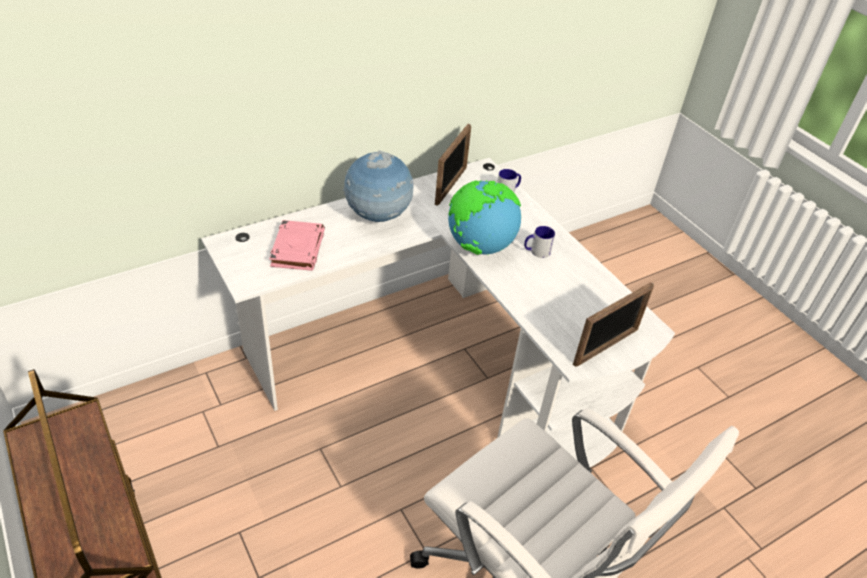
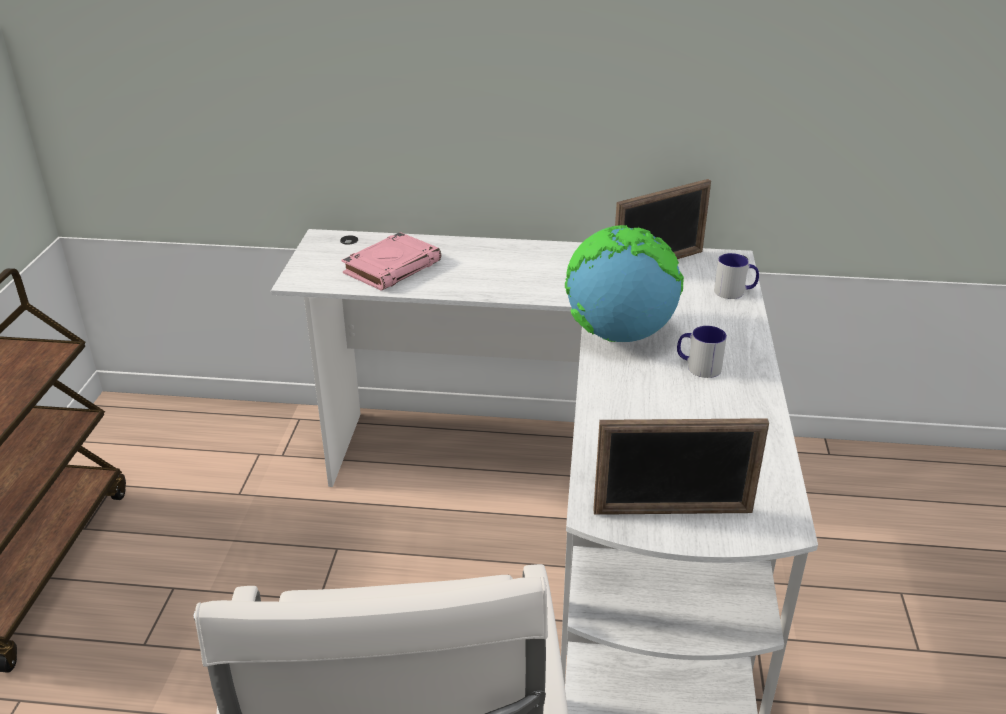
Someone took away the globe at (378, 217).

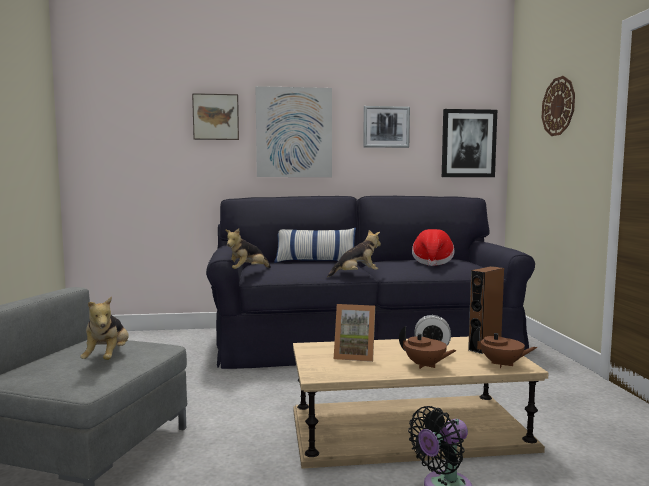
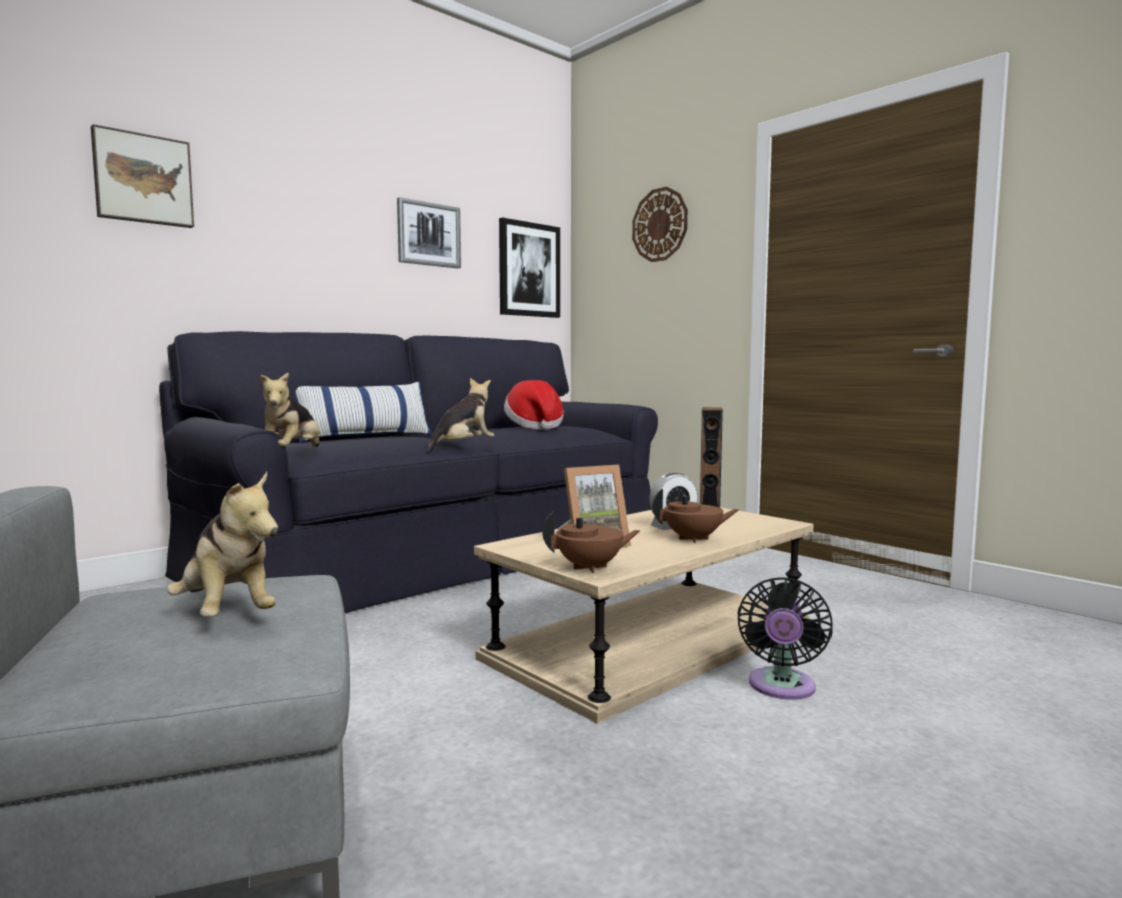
Someone carried the théière (marron) from (502, 364) to (590, 568).
Someone took away the tableau at (294, 132).

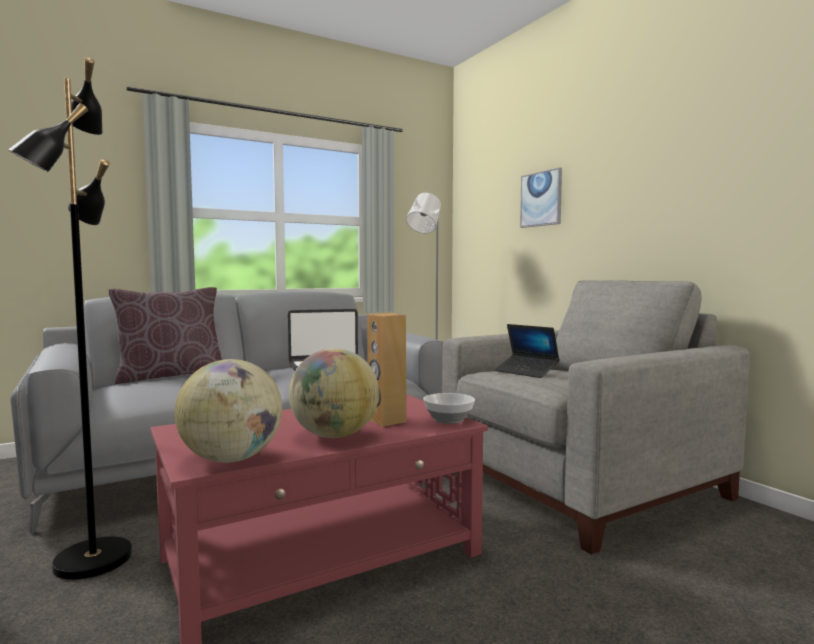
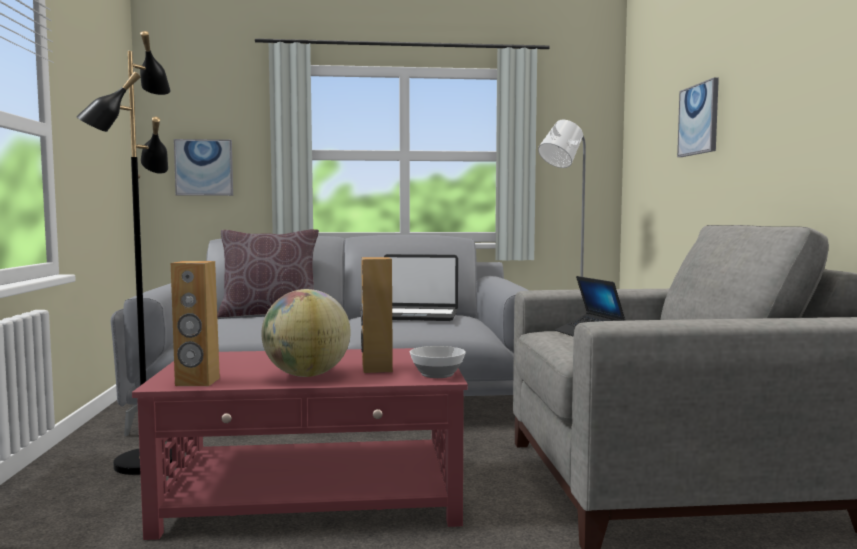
Someone swapped the globe at (232, 459) for the enceinte (marron) at (197, 382).
Someone put up the tableau at (204, 167).

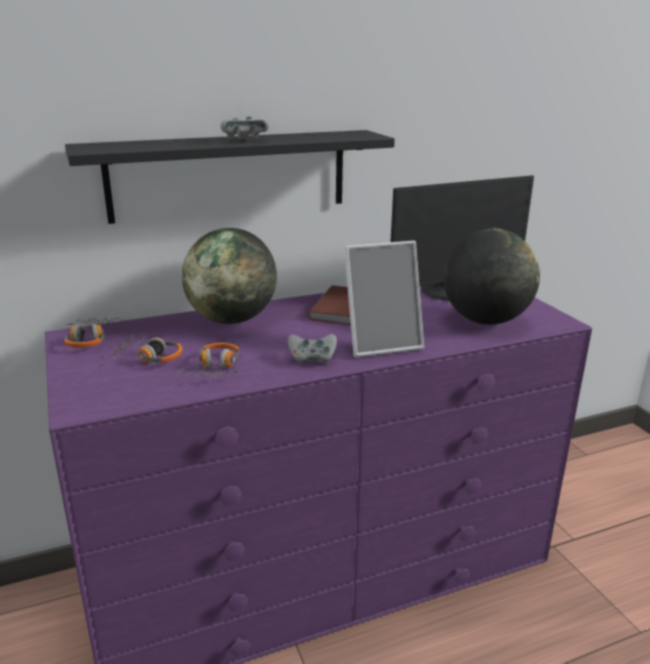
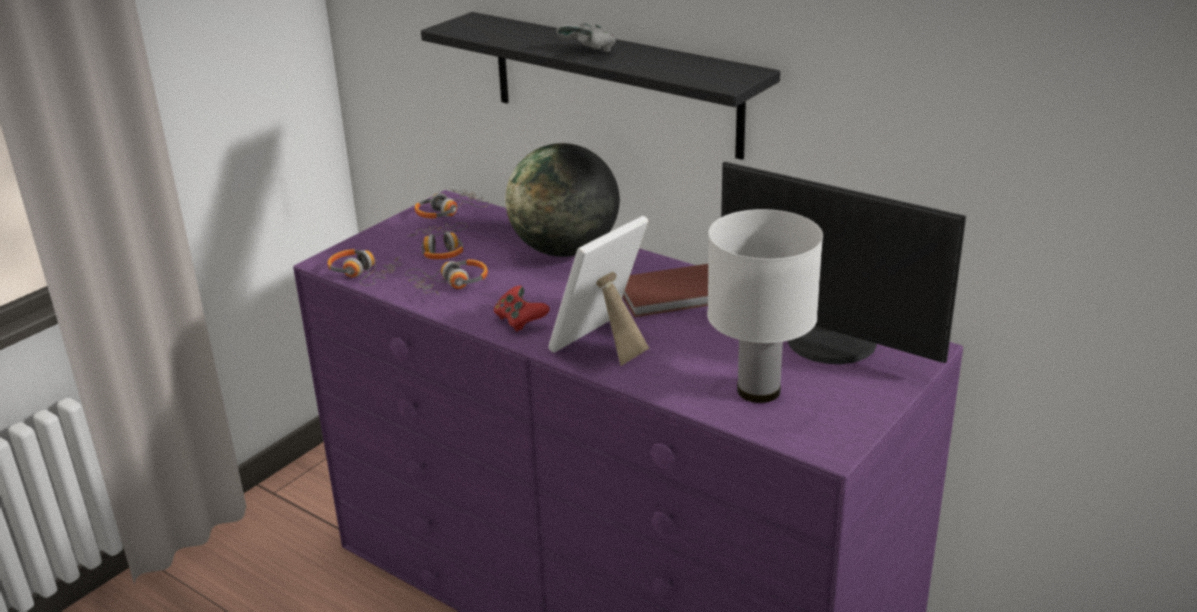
Someone put down the casque audio at (363, 274).
Someone repainted the manette (gris) at (312, 359), which became the manette (rouge) at (520, 321).
Someone rotated the cadre photo at (381, 343) by 90 degrees clockwise.
Someone swapped the globe at (485, 321) for the lampe de table (blanc) at (757, 391).

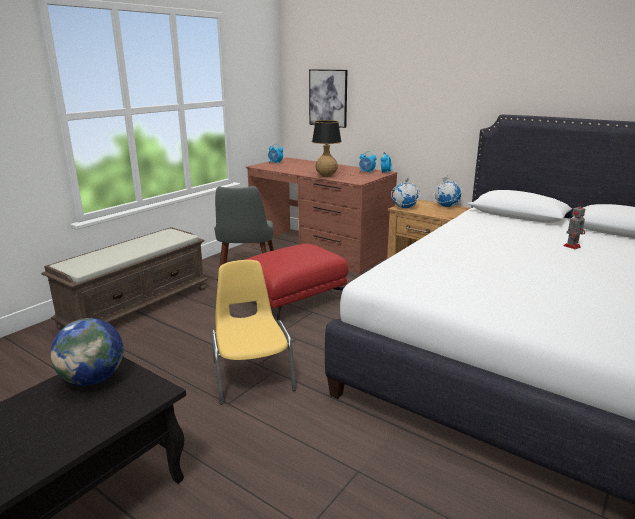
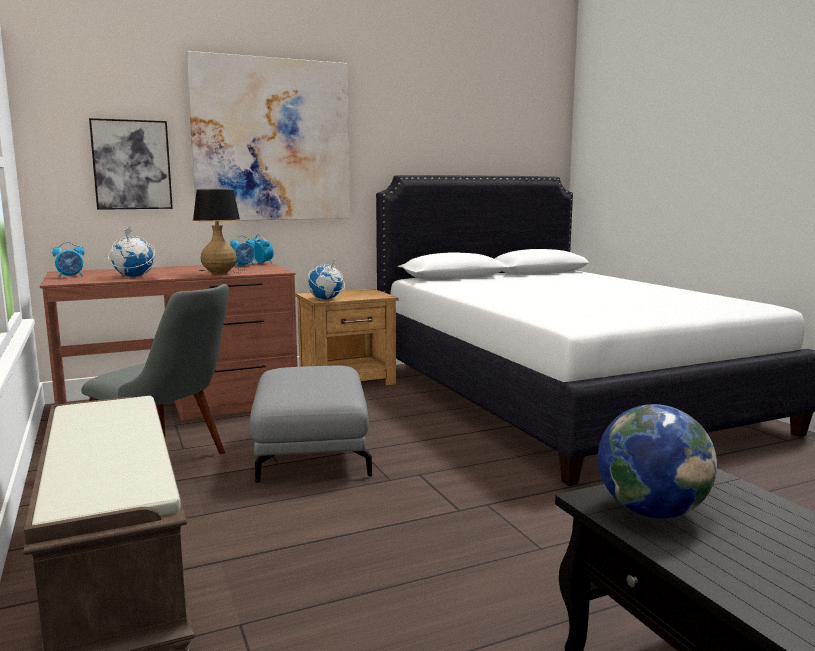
Someone carried the globe from (446, 206) to (133, 277).
Someone put up the tableau at (271, 140).
Someone repainted the pouf (rouge) at (294, 300), which became the pouf (gris) at (311, 452).
Someone took away the chaise (jaune) at (252, 375).
Someone took away the robot jouet at (572, 246).

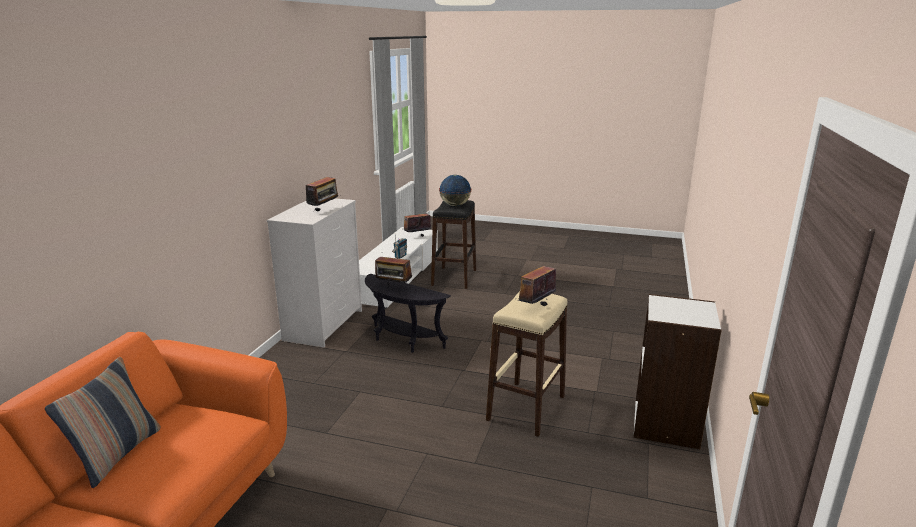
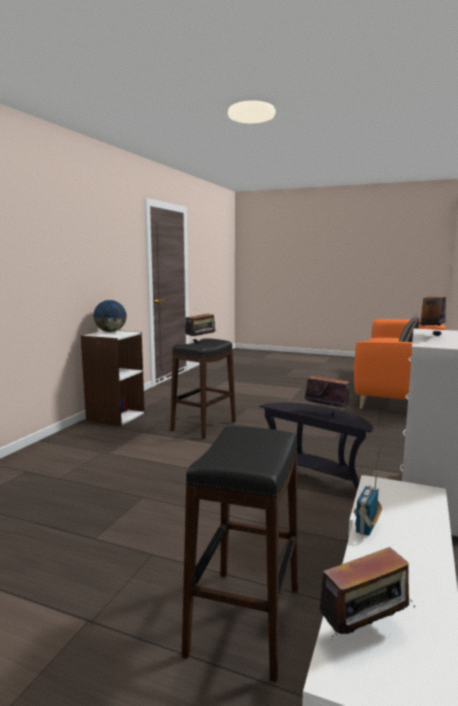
Someone carried the globe from (455, 205) to (110, 332).
Someone repainted the tabouret (beige) at (526, 408), which became the tabouret (noir) at (204, 426).

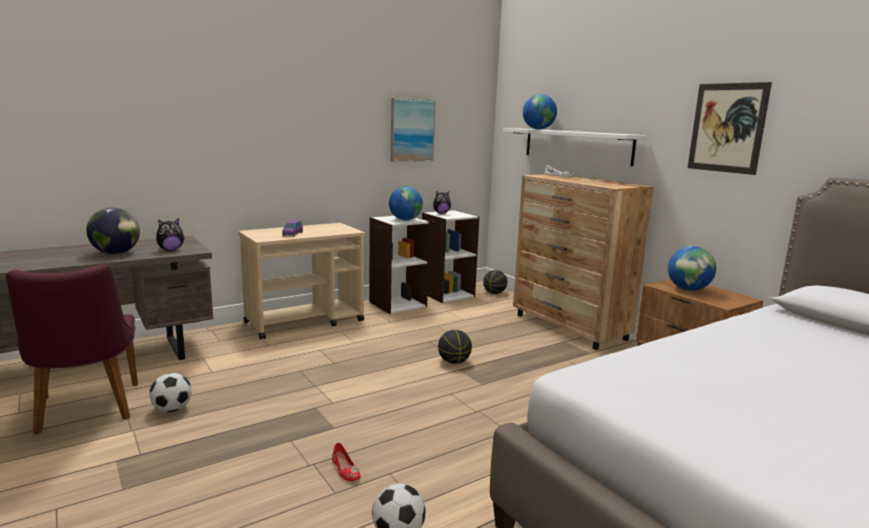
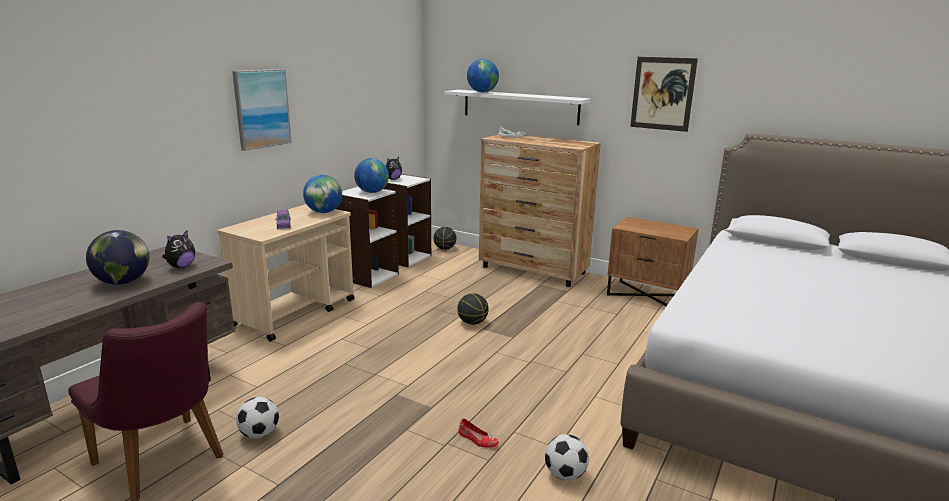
Someone carried the tableau from (412, 130) to (261, 108).
Someone carried the globe from (688, 289) to (324, 212).

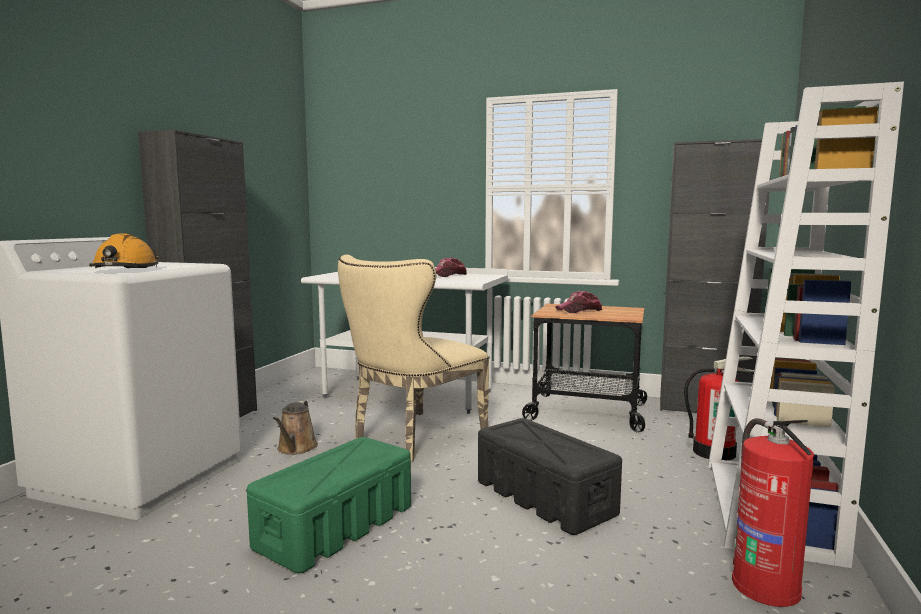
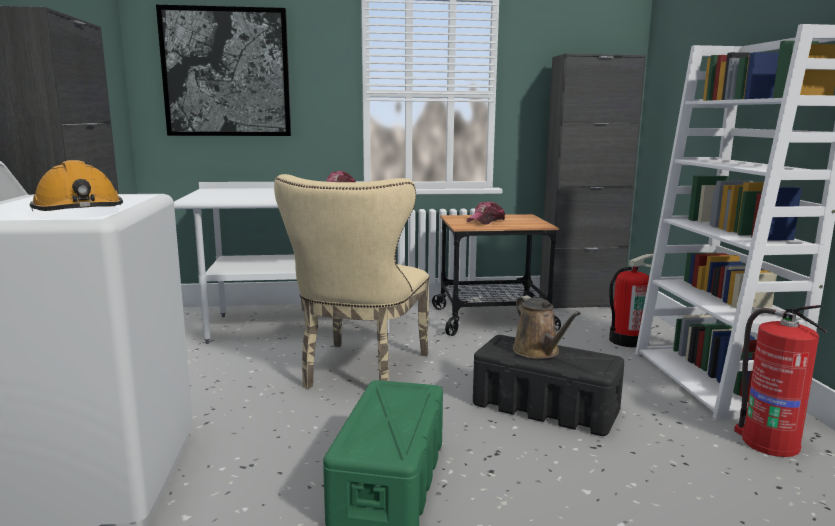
Someone put up the tableau at (226, 72).
Someone carried the arrosoir (marron) from (296, 449) to (538, 351).

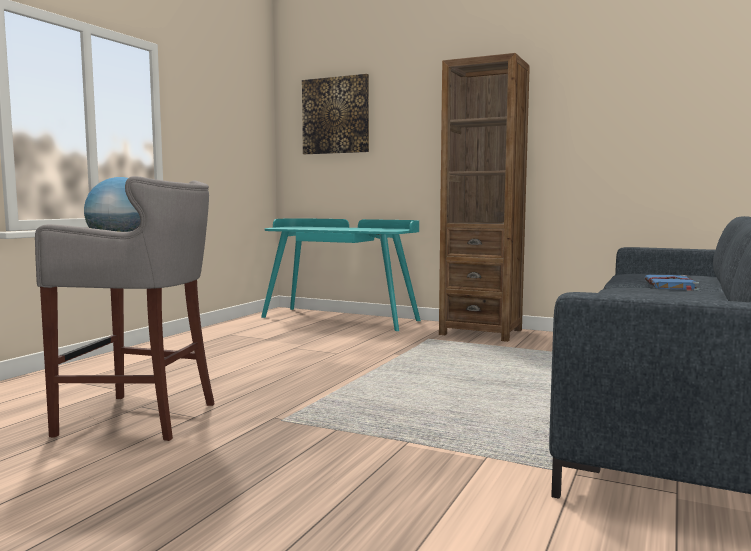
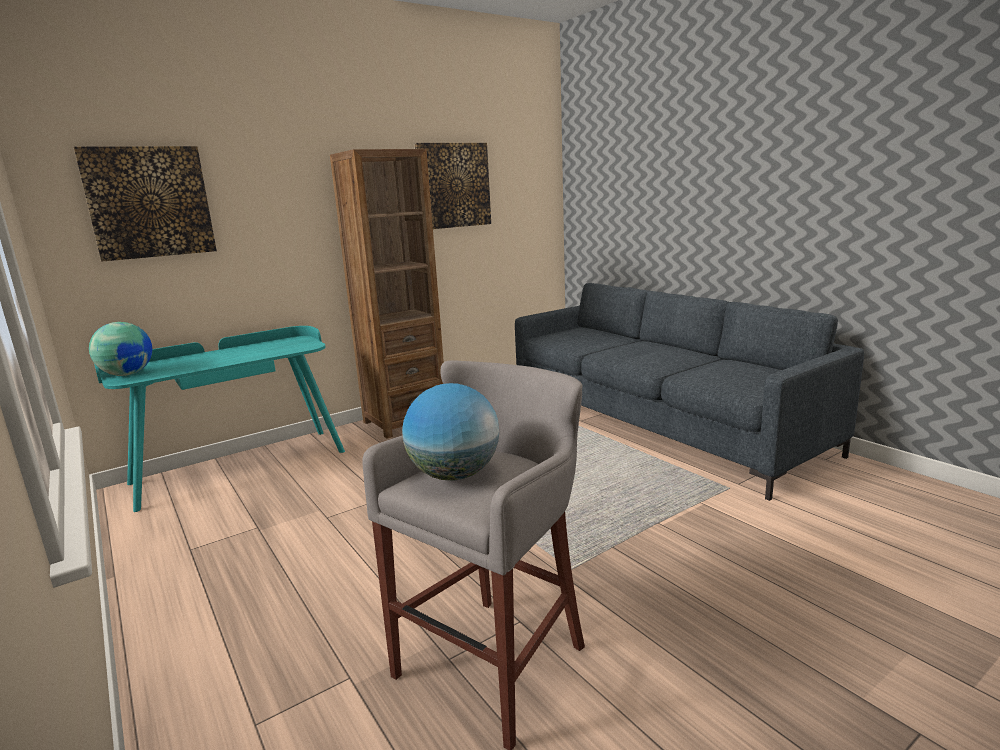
Someone put down the globe at (127, 374).
Someone put up the tableau at (453, 185).
Someone took away the livre (bleu) at (670, 285).

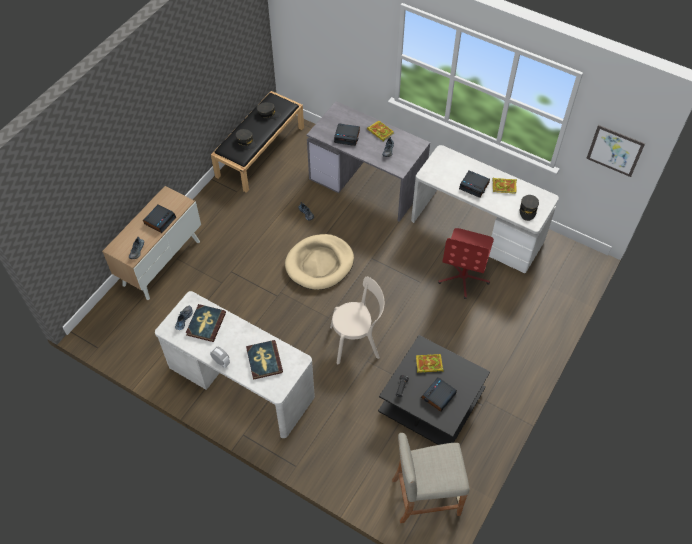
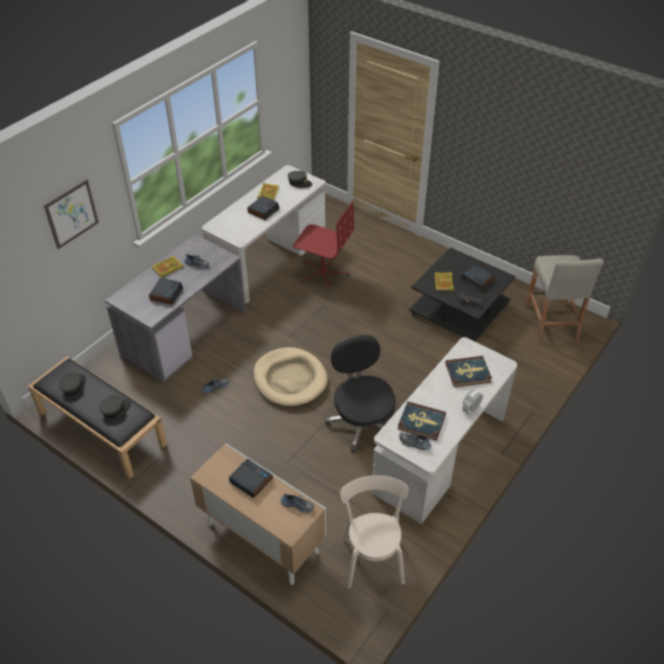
Someone carried the tableau from (615, 150) to (71, 214).
Someone put down the chaise de bureau (noir) at (362, 422).
Someone carried the chaise (beige) from (357, 341) to (372, 557).

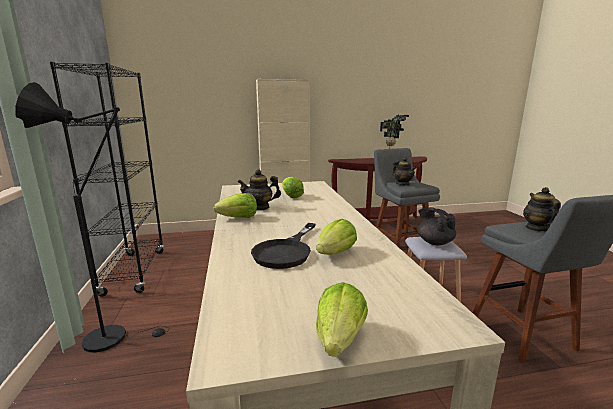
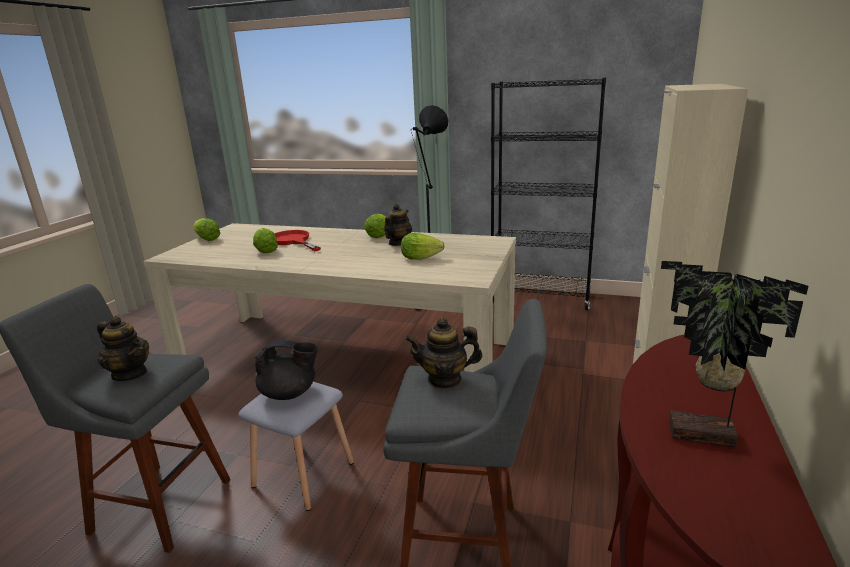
Someone repainted the poêle (noir) at (286, 251), which became the poêle (rouge) at (293, 241).

